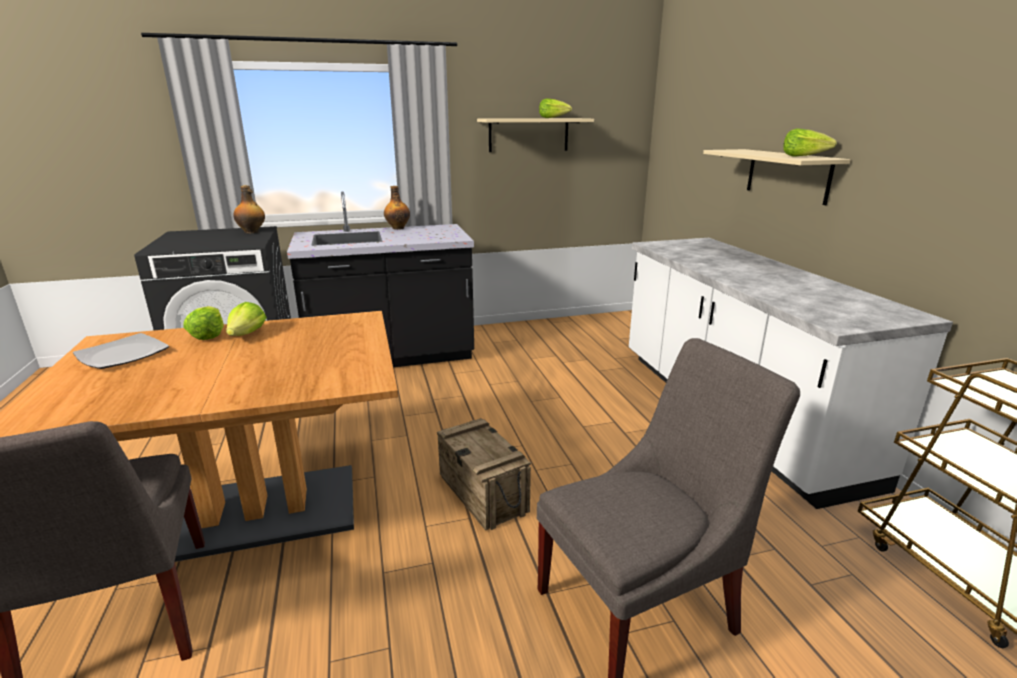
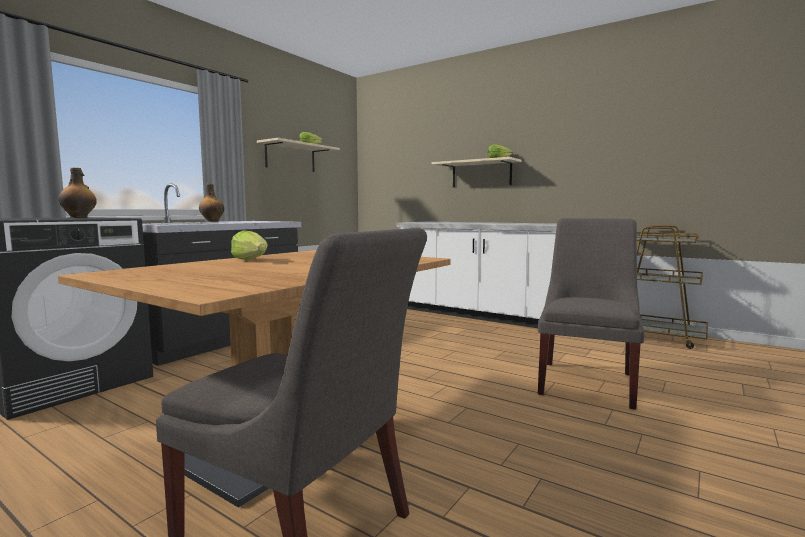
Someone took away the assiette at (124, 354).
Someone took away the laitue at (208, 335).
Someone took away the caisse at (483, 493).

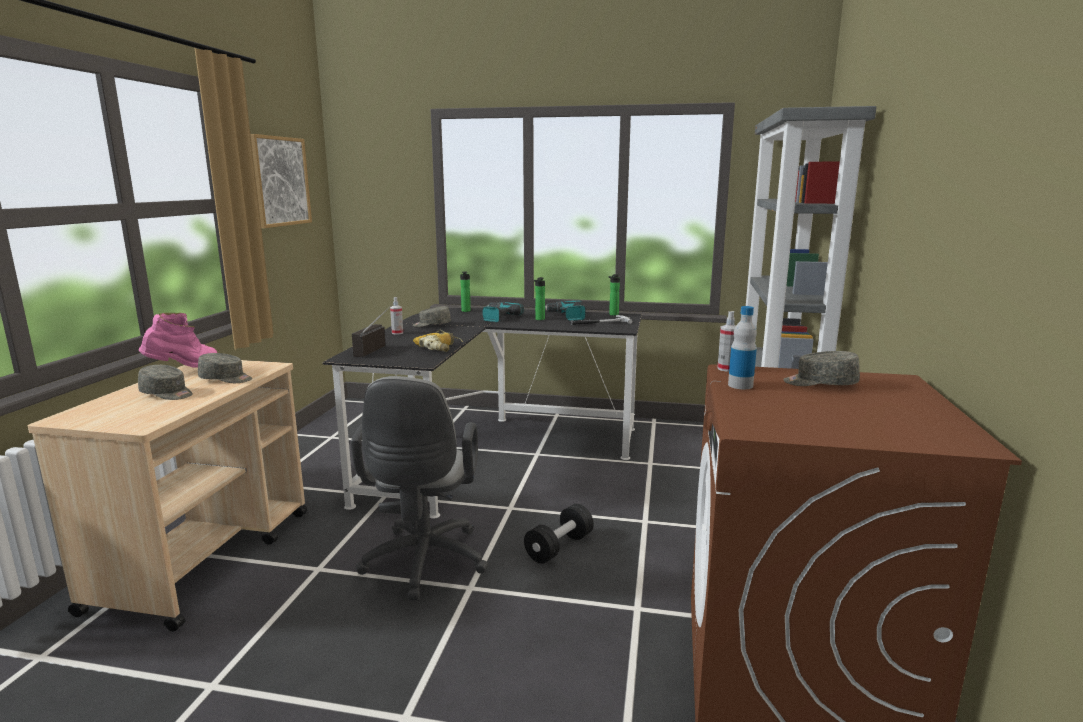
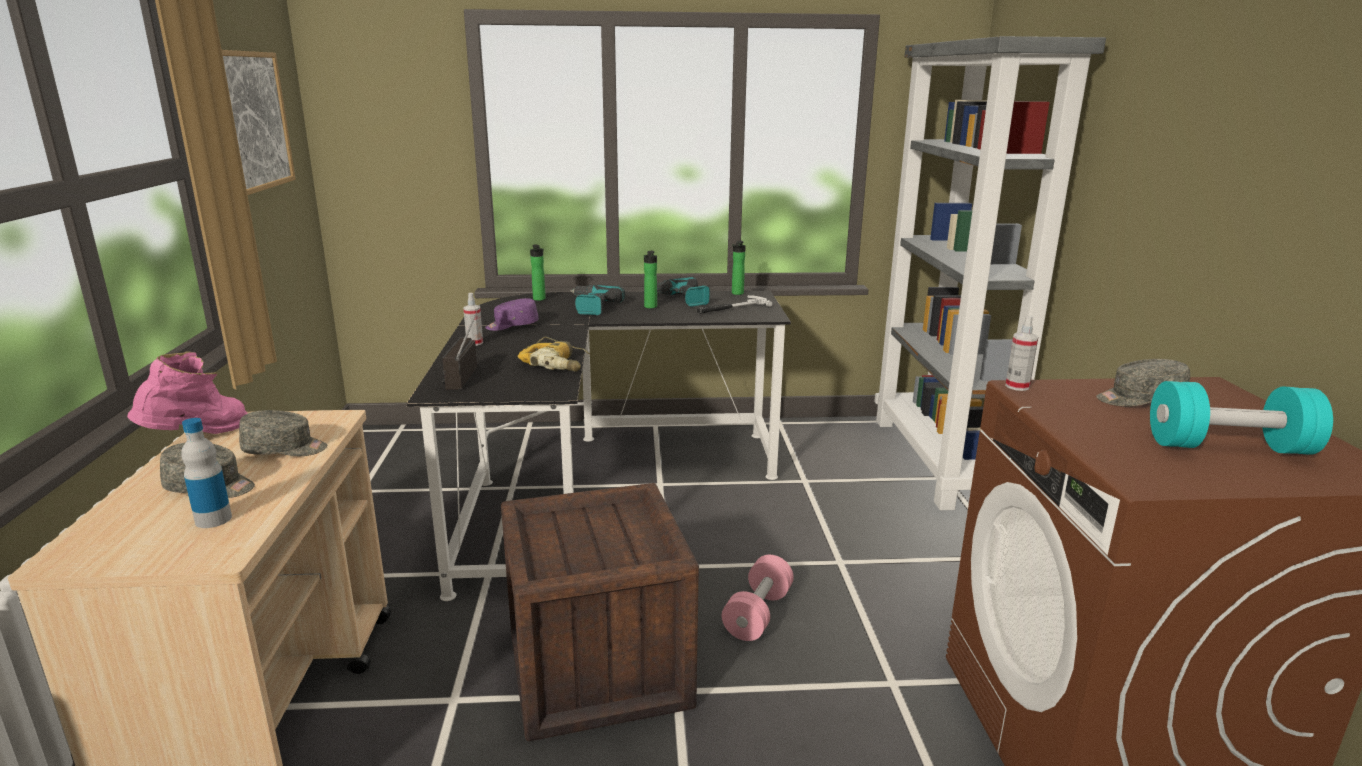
Someone carried the bouteille from (740, 385) to (213, 519).
Someone repainted the casquette (gris) at (432, 325), which became the casquette (violet) at (512, 326).
Someone swapped the chaise de bureau (gris) at (423, 565) for the caisse at (598, 668).
Someone repainted the haltère (noir) at (559, 547), which became the haltère (rose) at (757, 614).
Someone put down the haltère (turquoise) at (1228, 447).

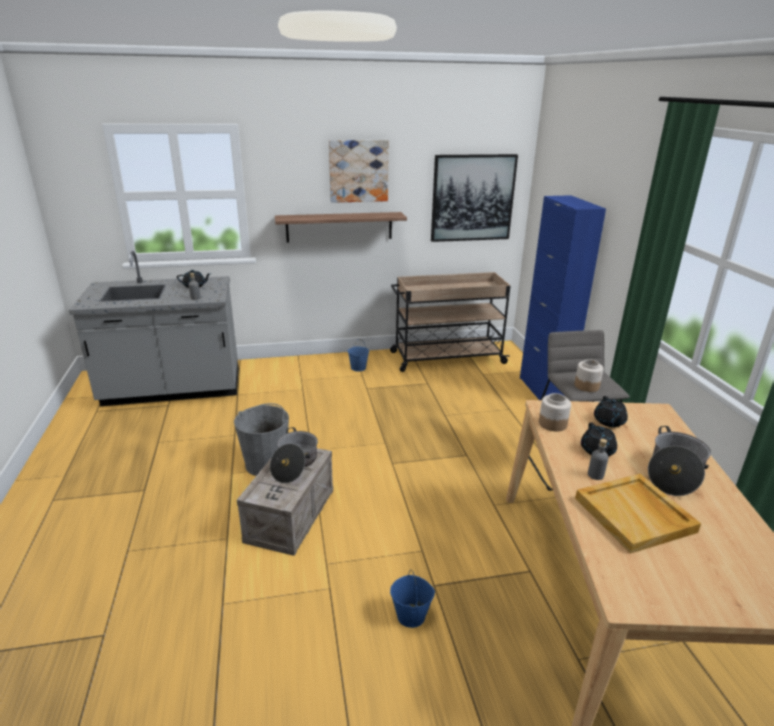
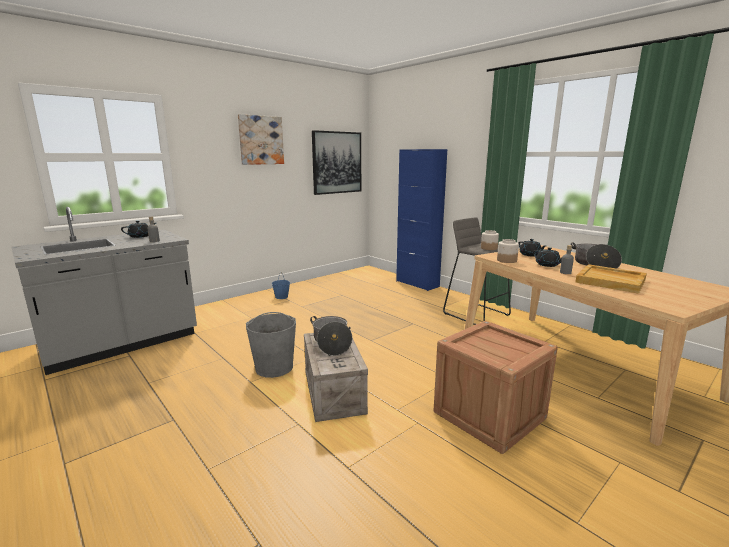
Someone swapped the seau (bleu) at (411, 616) for the caisse at (489, 415).
Someone took away the étagère at (339, 227).
Someone took away the chariot (beige) at (446, 358).

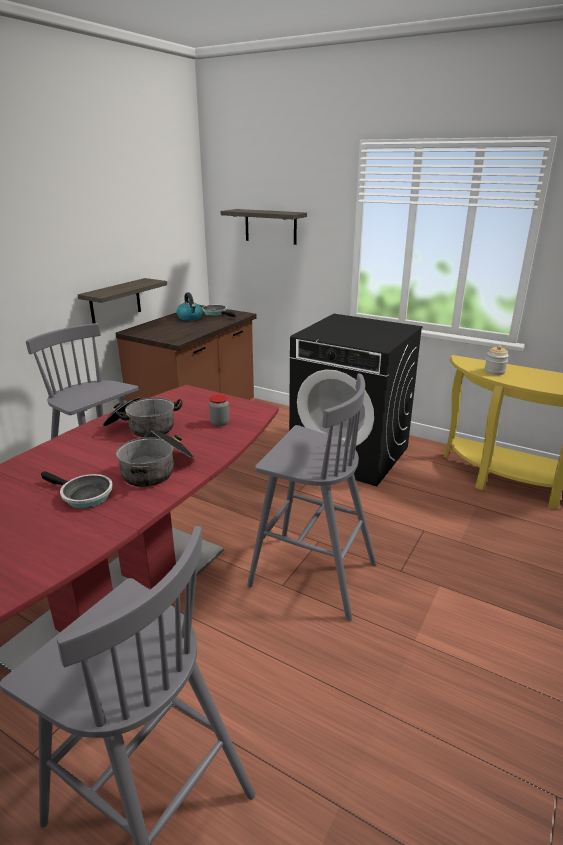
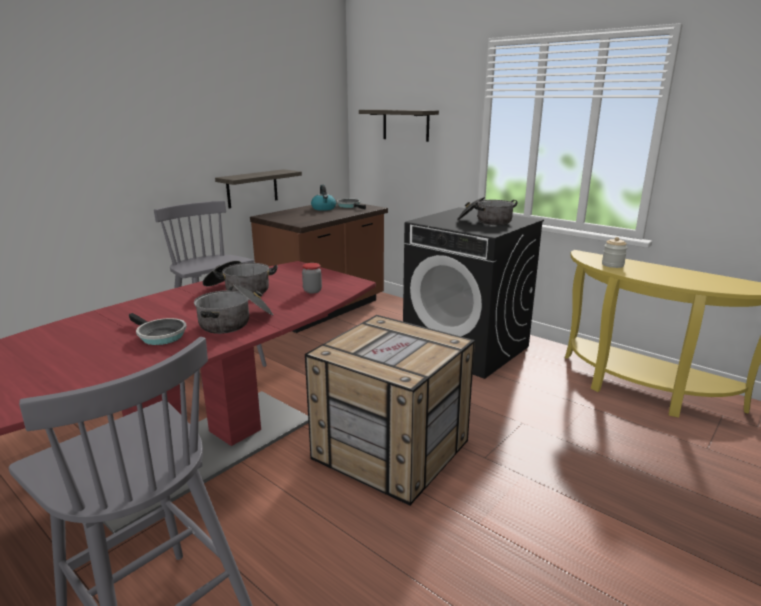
Someone swapped the tabouret (gris) at (310, 574) for the caisse at (390, 450).
Someone put down the marmite at (485, 221).

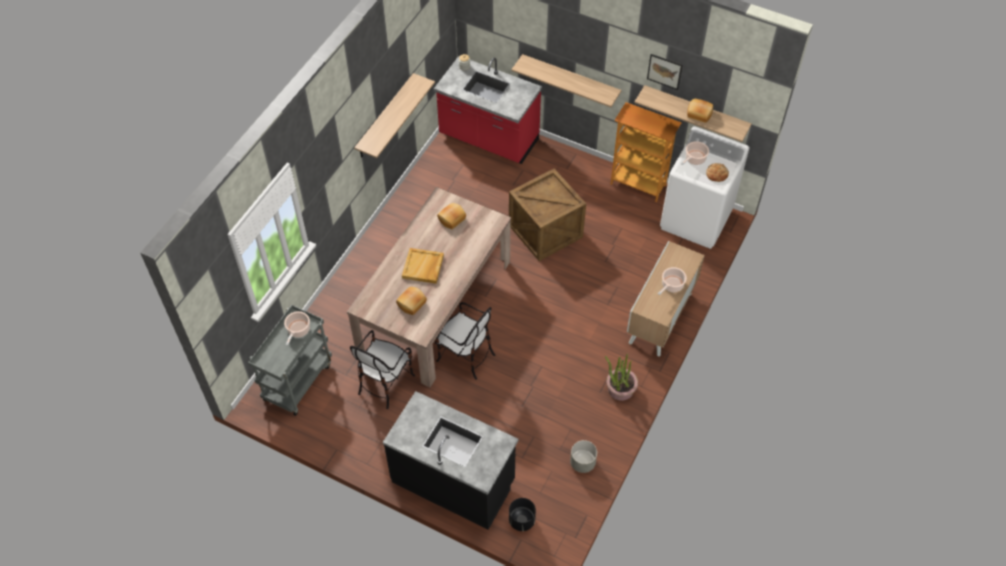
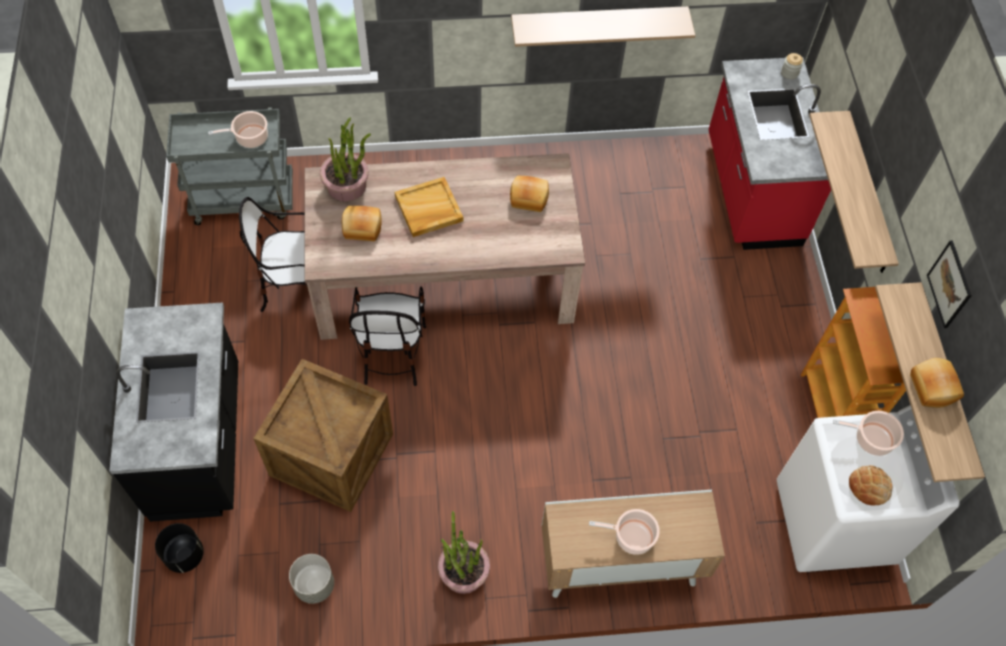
Someone carried the caisse from (546, 231) to (332, 456).
Someone put down the plante en pot at (347, 185).

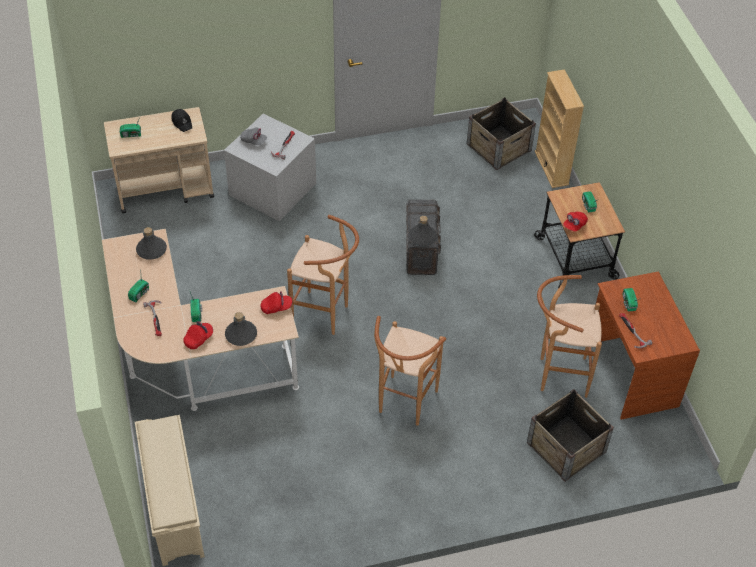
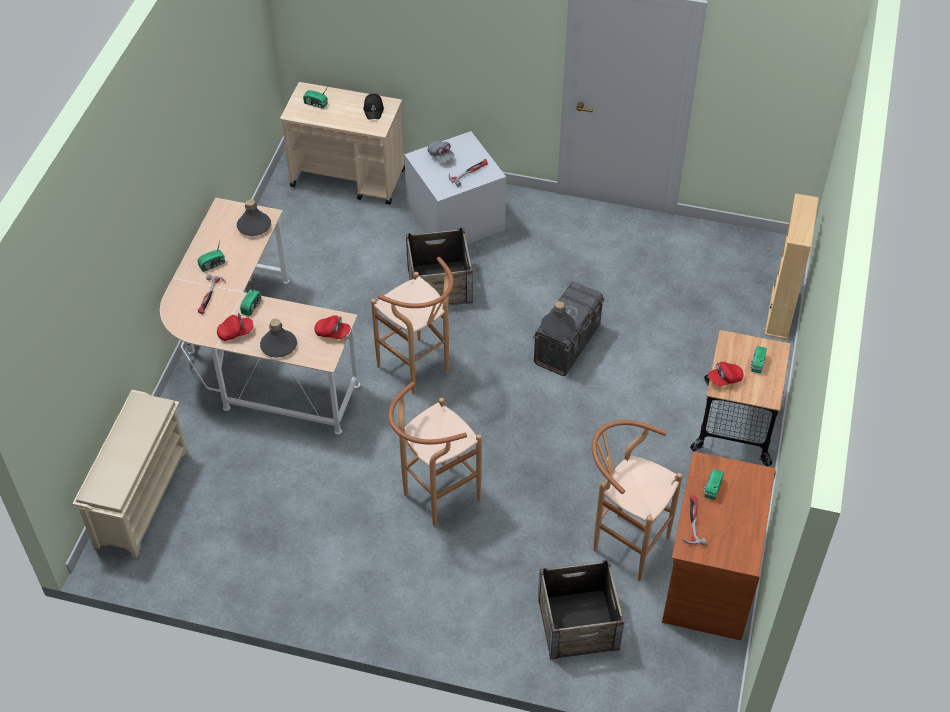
Someone carried the caisse from (499, 147) to (439, 284).

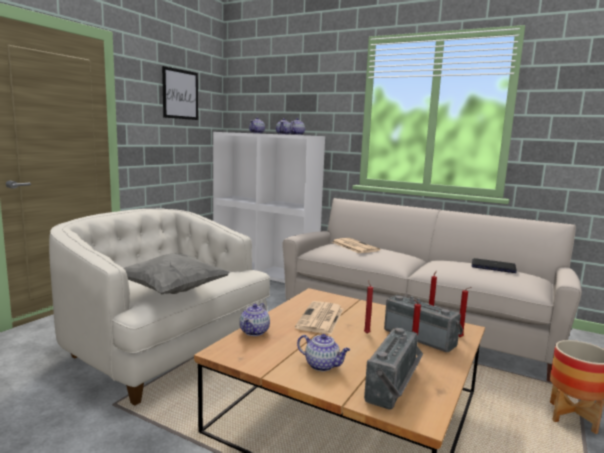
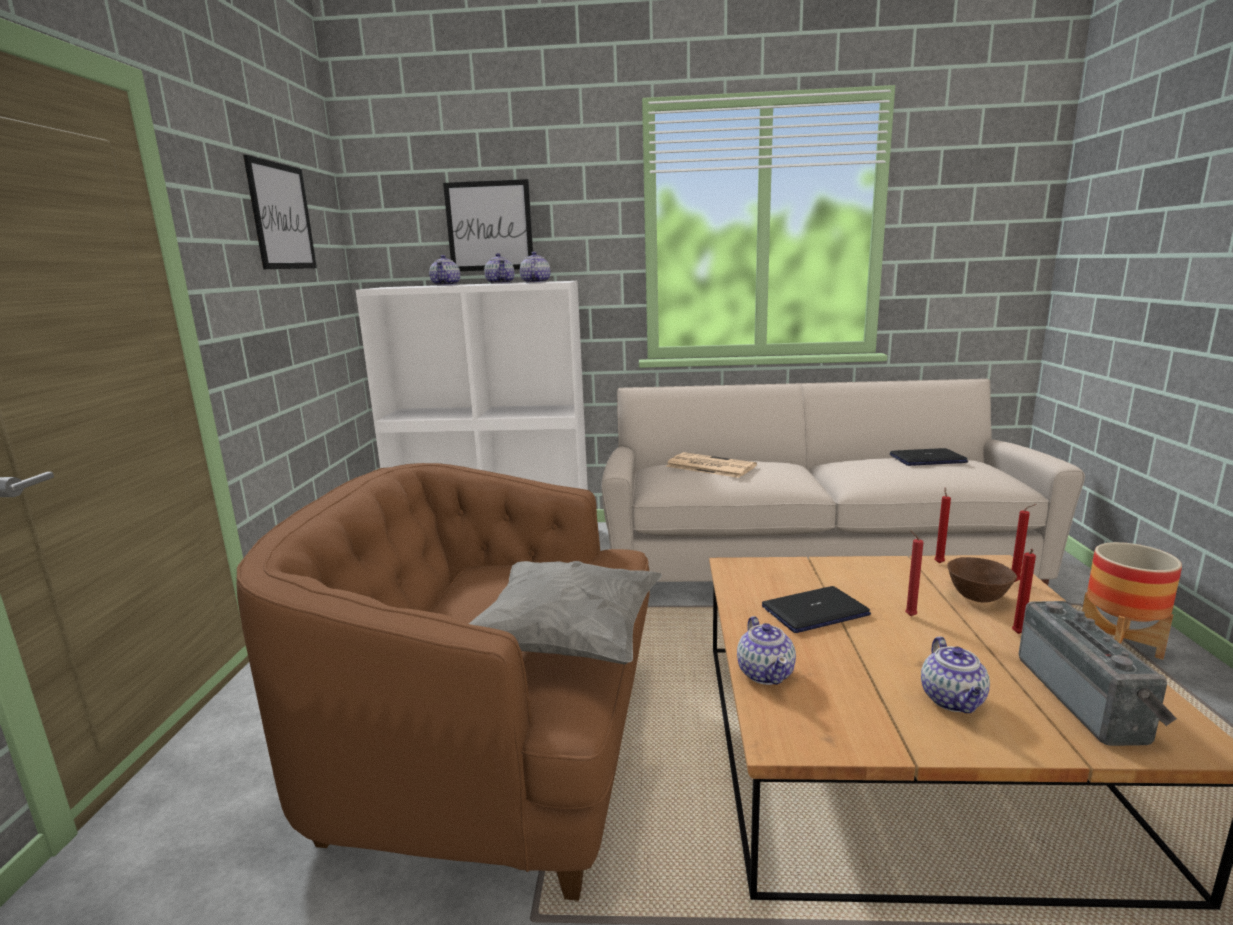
Someone repainted the fauteuil (blanc) at (164, 350), which became the fauteuil (marron) at (495, 753).
Someone put up the tableau at (489, 226).
Someone swapped the journal at (320, 318) for the ordinateur portable at (814, 611).
Someone rotated the théière at (322, 365) by 90 degrees clockwise.
Someone swapped the radio at (421, 337) for the bol (marron) at (977, 598).

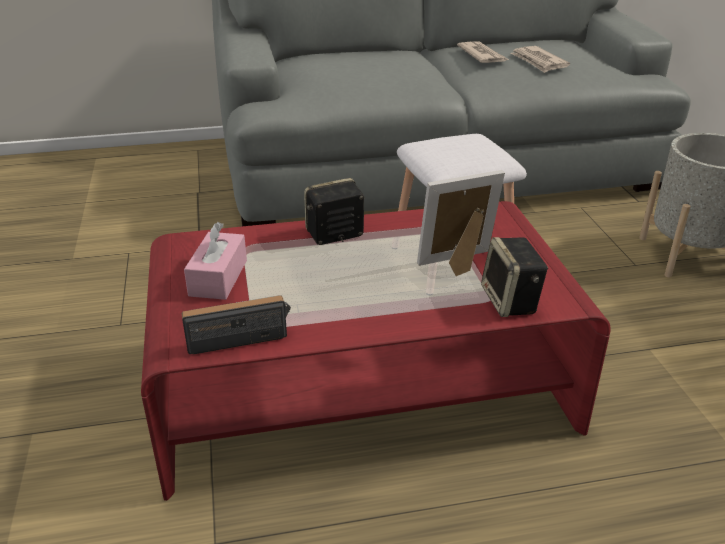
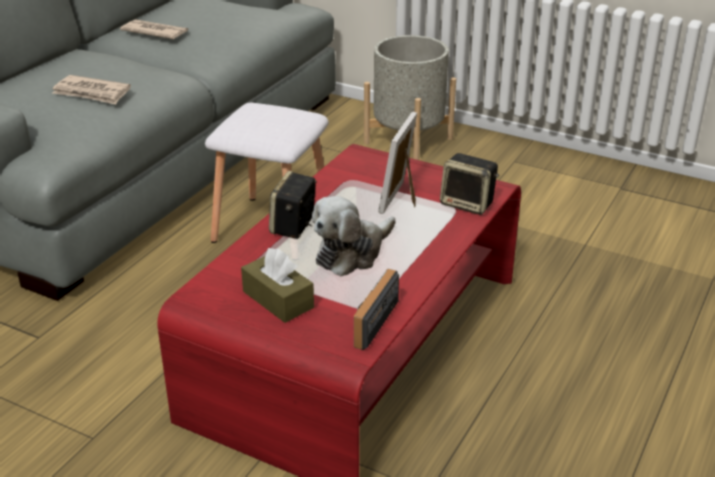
Someone carried the journal from (538, 62) to (92, 93).
Someone repainted the boîte à mouchoirs (rose) at (218, 278), which became the boîte à mouchoirs (marron) at (278, 299).
Someone put down the peluche at (352, 253).

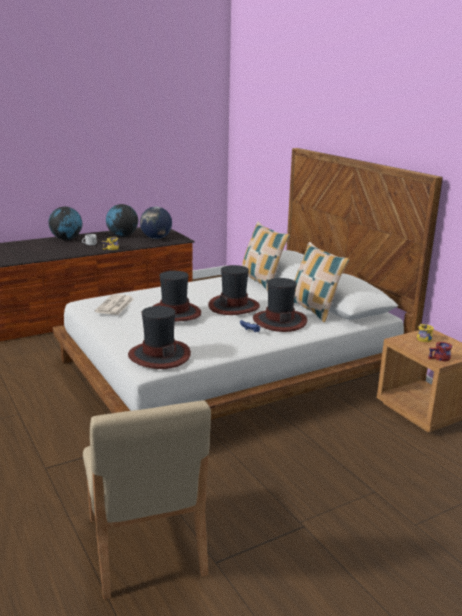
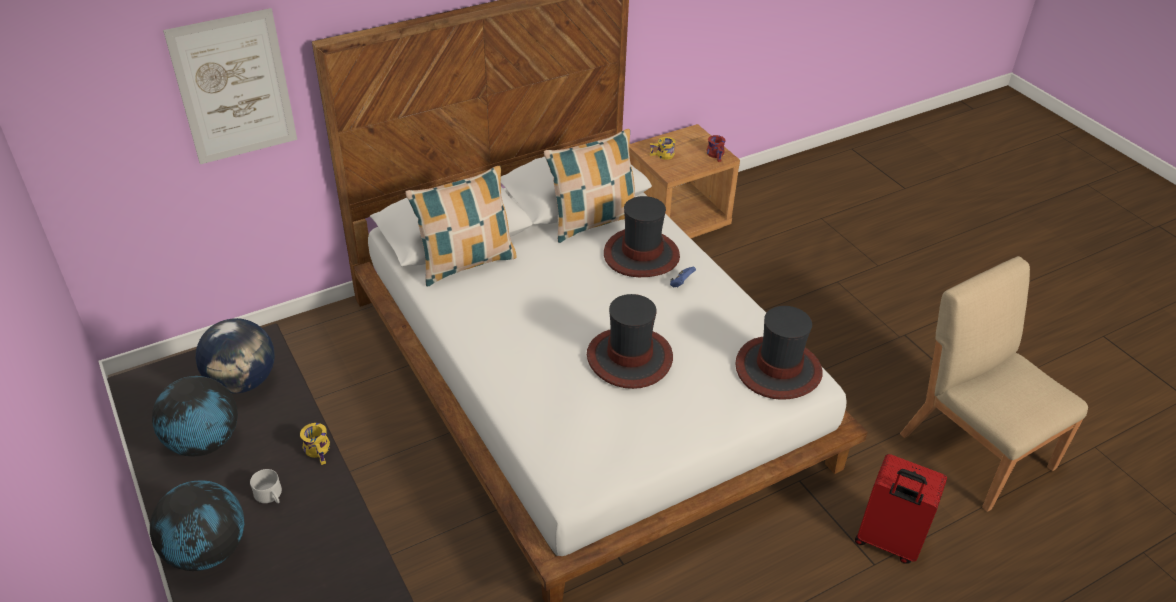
Someone put up the tableau at (234, 87).
Someone put down the valise (rouge) at (887, 542).
Someone rotated the chaise (beige) at (145, 547) by 105 degrees counterclockwise.
Someone took away the journal at (115, 305).
Someone took away the chapeau at (234, 306).

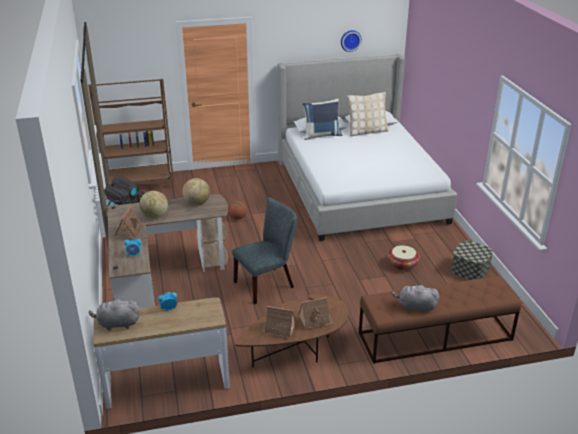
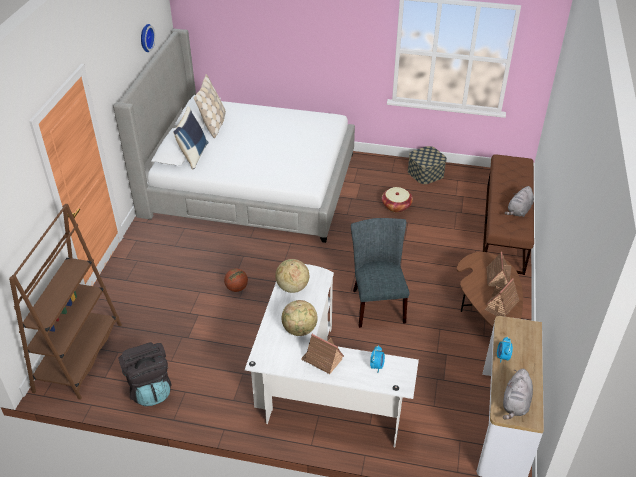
Someone repainted the bureau (marron) at (160, 277), which became the bureau (blanc) at (315, 386).

